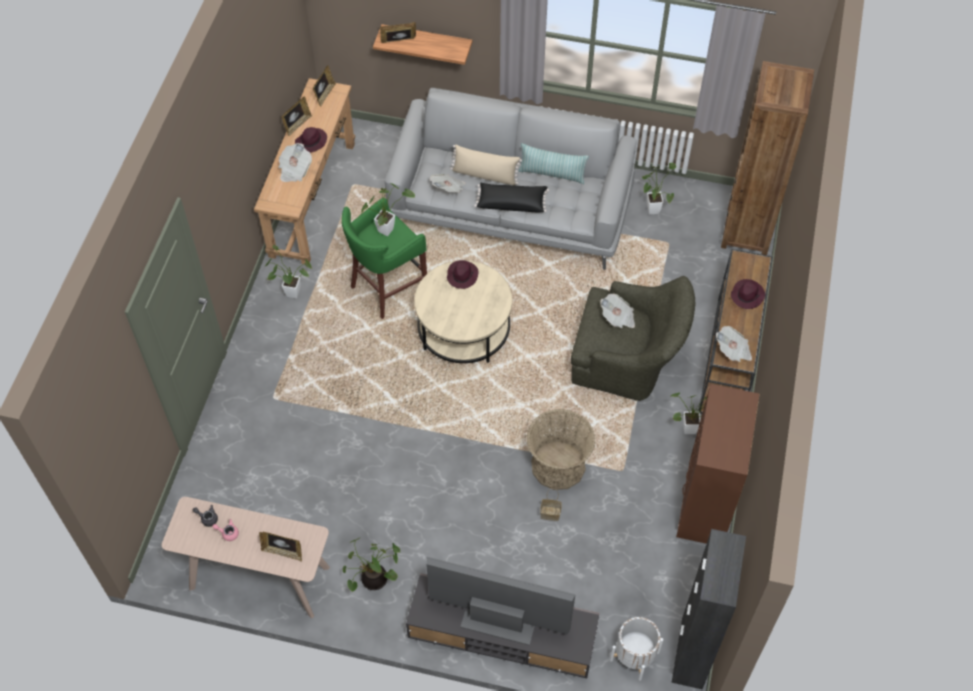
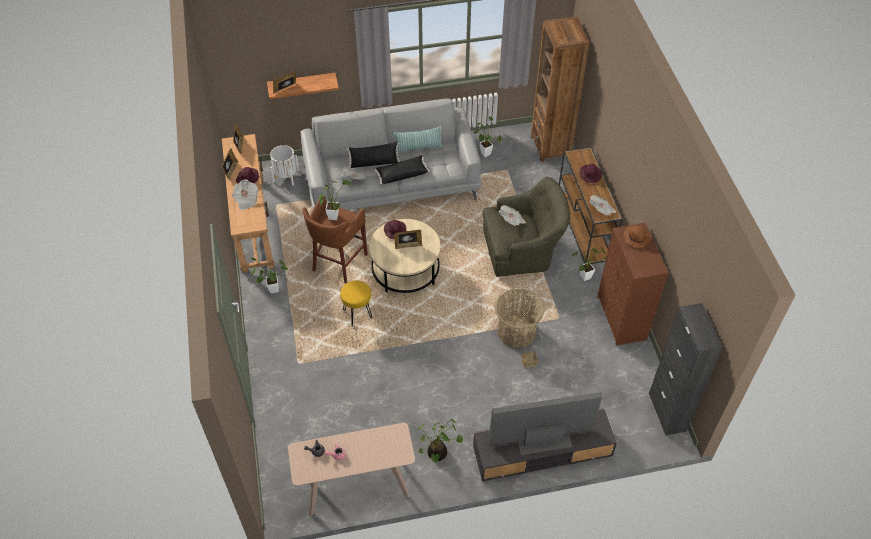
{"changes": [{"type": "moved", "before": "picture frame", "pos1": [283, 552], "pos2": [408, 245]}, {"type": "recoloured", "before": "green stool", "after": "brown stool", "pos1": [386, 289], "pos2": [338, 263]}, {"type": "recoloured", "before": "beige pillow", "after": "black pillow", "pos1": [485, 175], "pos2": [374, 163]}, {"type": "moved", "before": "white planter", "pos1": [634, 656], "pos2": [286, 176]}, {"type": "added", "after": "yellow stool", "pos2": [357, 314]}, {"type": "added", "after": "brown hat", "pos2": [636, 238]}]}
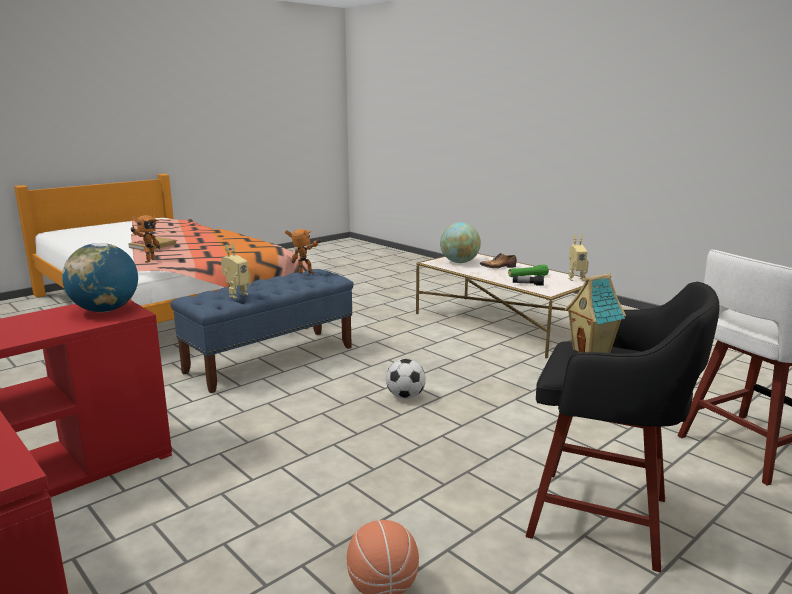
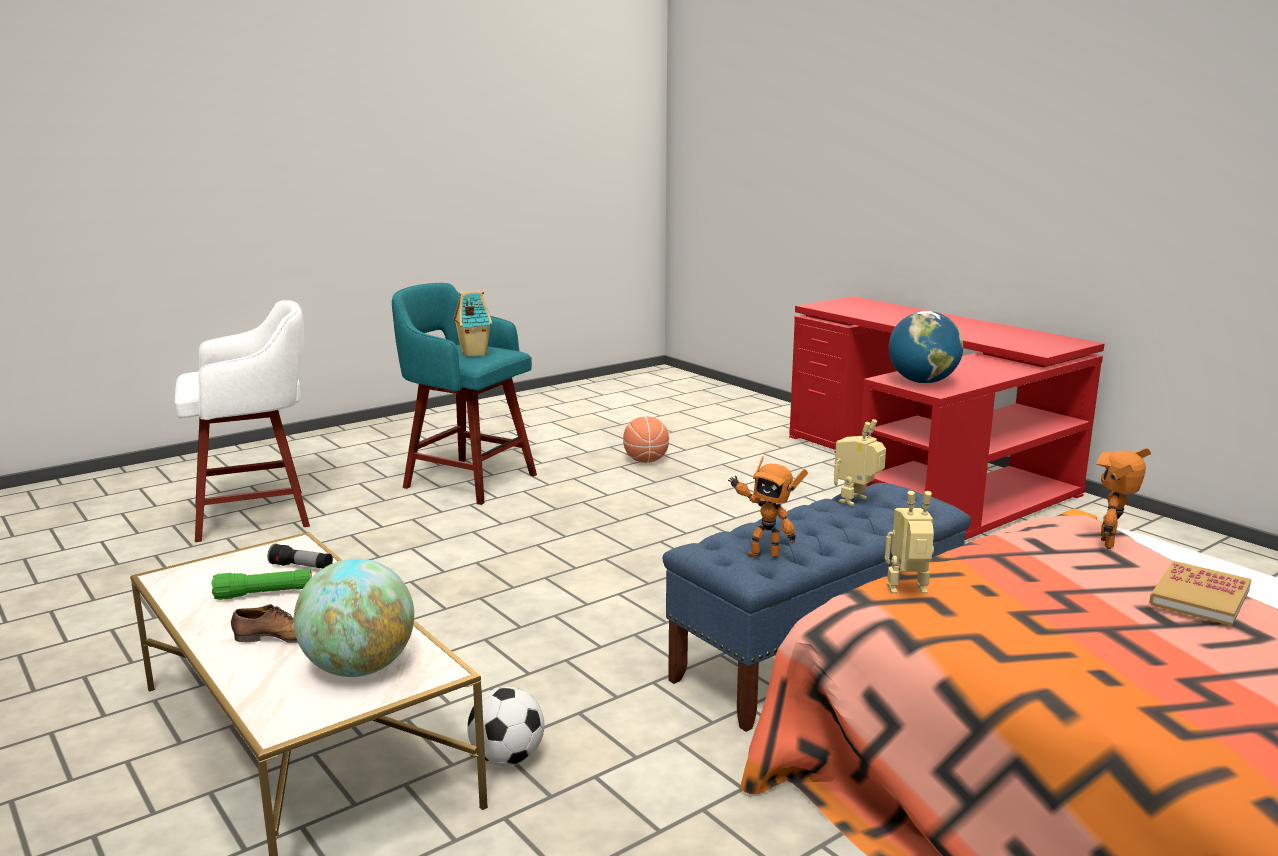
{"changes": [{"type": "moved", "before": "football", "pos1": [405, 396], "pos2": [507, 758]}, {"type": "recoloured", "before": "black stool", "after": "turquoise stool", "pos1": [604, 519], "pos2": [467, 480]}, {"type": "moved", "before": "toy robot", "pos1": [575, 278], "pos2": [908, 592]}]}
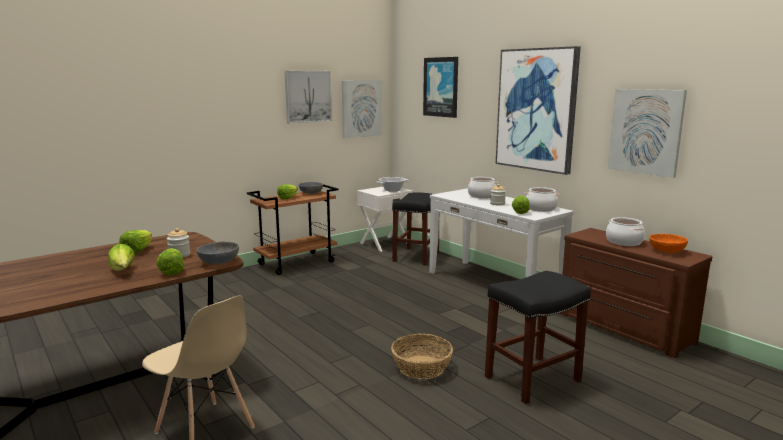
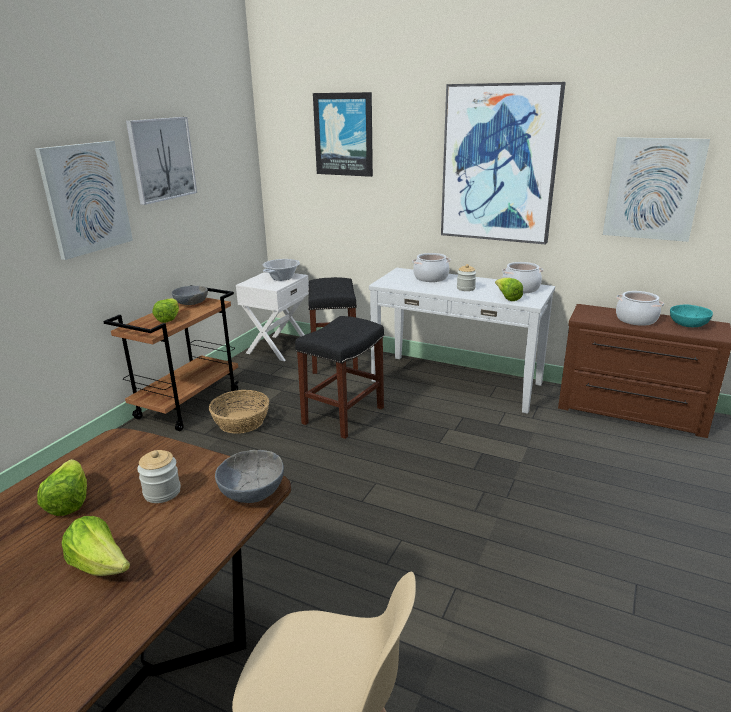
{"changes": [{"type": "removed", "before": "lettuce", "pos1": [171, 271]}, {"type": "moved", "before": "picture", "pos1": [361, 108], "pos2": [86, 198]}, {"type": "moved", "before": "basket", "pos1": [422, 367], "pos2": [241, 422]}, {"type": "moved", "before": "black stool", "pos1": [533, 378], "pos2": [343, 415]}, {"type": "recoloured", "before": "orange bowl", "after": "turquoise bowl", "pos1": [666, 251], "pos2": [687, 325]}]}
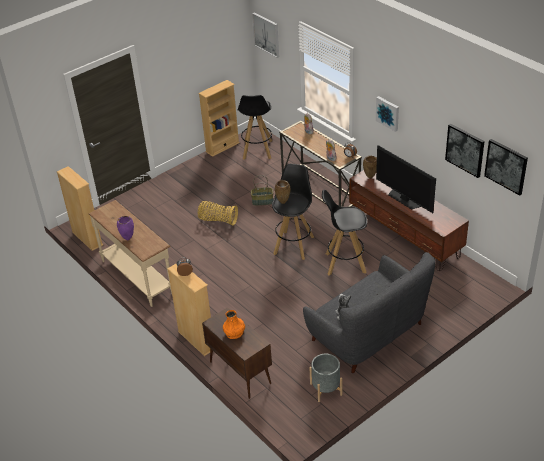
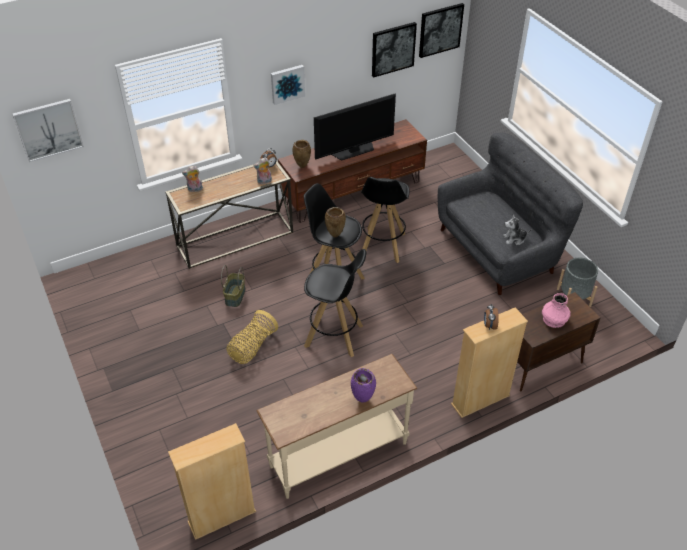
{"changes": [{"type": "removed", "before": "beige bookcase", "pos1": [222, 147]}, {"type": "recoloured", "before": "orange vase", "after": "pink vase", "pos1": [234, 332], "pos2": [554, 319]}, {"type": "moved", "before": "black stool", "pos1": [257, 150], "pos2": [335, 336]}]}
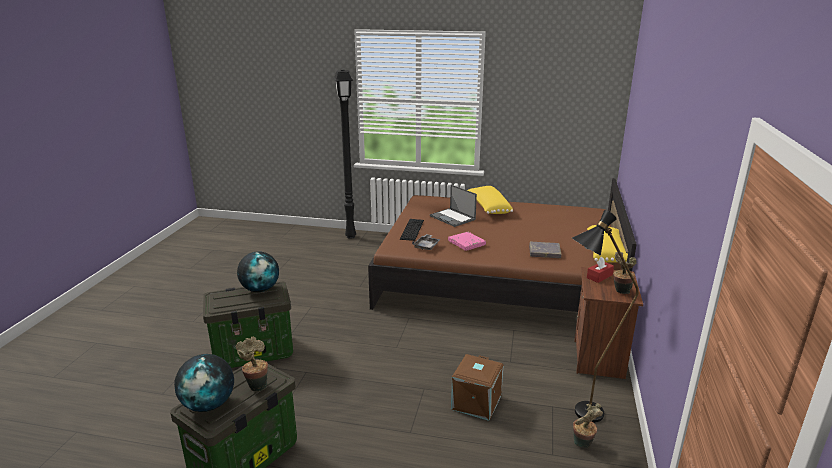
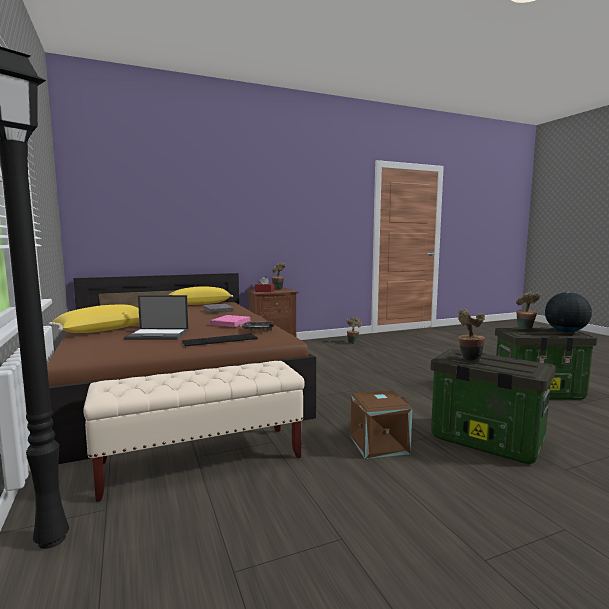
{"changes": [{"type": "replaced", "before": "globe", "after": "potted plant", "pos1": [260, 289], "pos2": [469, 360]}, {"type": "turned", "before": "laptop", "pos1": [453, 218], "pos2": [158, 335], "turn": 75}, {"type": "moved", "before": "brown storage box", "pos1": [477, 403], "pos2": [379, 444]}, {"type": "removed", "before": "black floor lamp", "pos1": [580, 416]}, {"type": "added", "after": "beige bench", "pos2": [202, 460]}]}
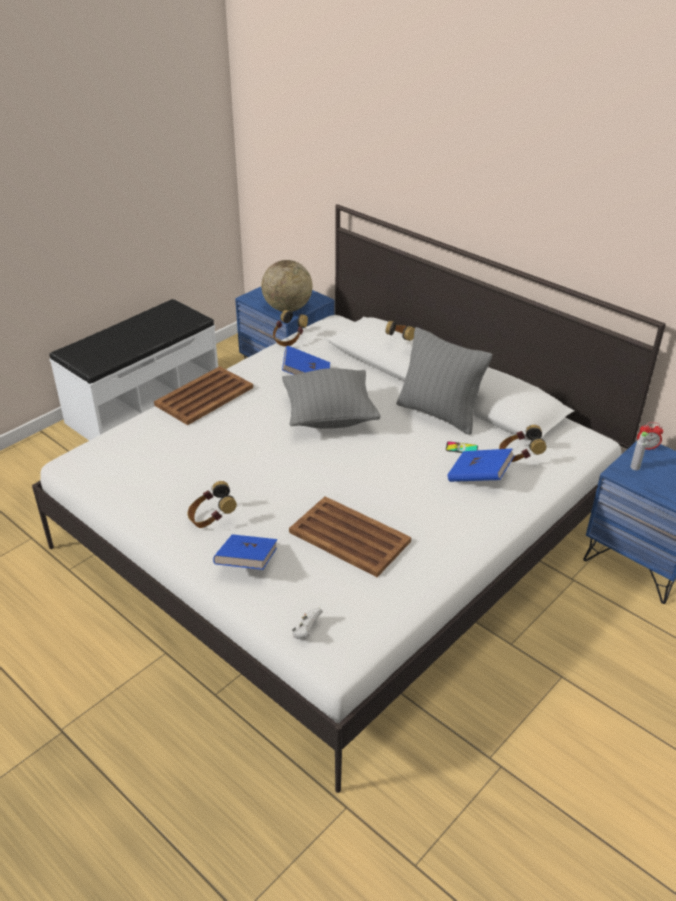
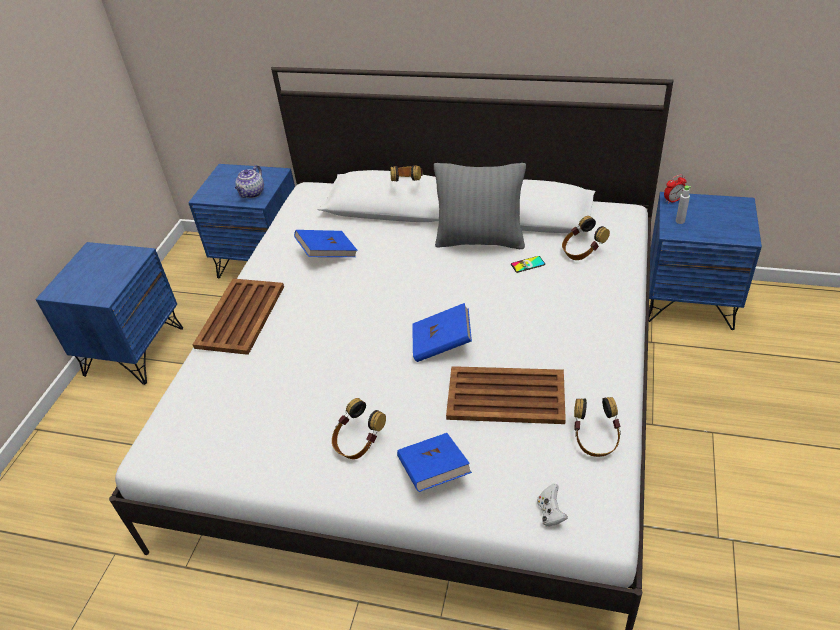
{"changes": [{"type": "replaced", "before": "white bench", "after": "blue nightstand", "pos1": [143, 404], "pos2": [134, 351]}, {"type": "replaced", "before": "globe", "after": "teapot", "pos1": [287, 308], "pos2": [252, 193]}, {"type": "moved", "before": "headphones", "pos1": [289, 340], "pos2": [595, 440]}, {"type": "removed", "before": "grey pillow", "pos1": [329, 417]}, {"type": "moved", "before": "blue book", "pos1": [479, 477], "pos2": [442, 344]}]}
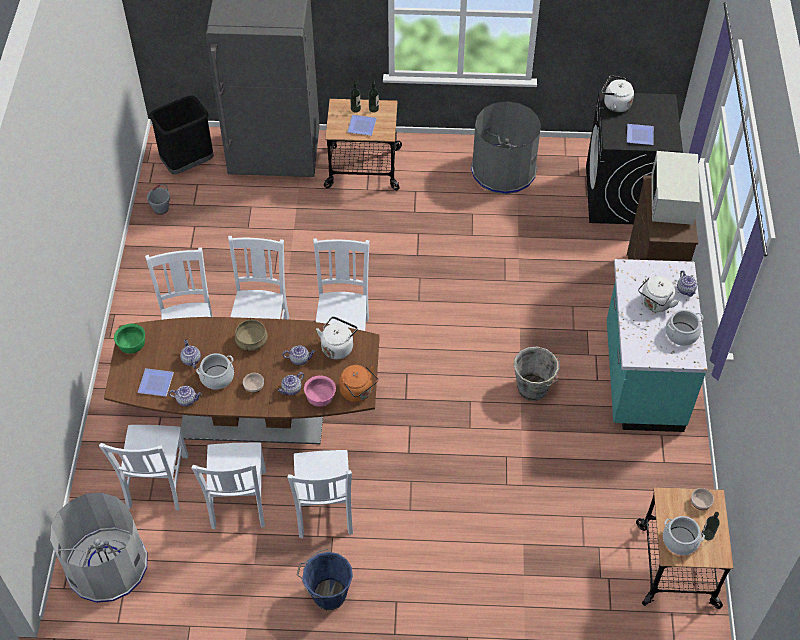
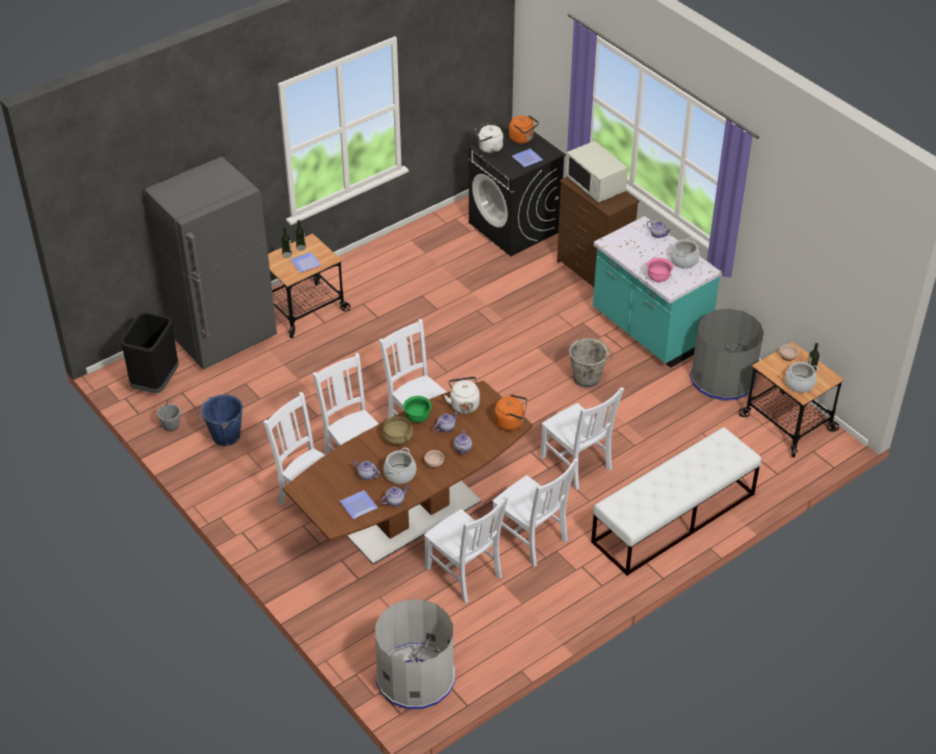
{"changes": [{"type": "moved", "before": "white chair", "pos1": [157, 483], "pos2": [577, 464]}, {"type": "moved", "before": "green bowl", "pos1": [132, 346], "pos2": [417, 418]}, {"type": "moved", "before": "blue bucket", "pos1": [328, 594], "pos2": [225, 436]}, {"type": "moved", "before": "pink bowl", "pos1": [320, 399], "pos2": [658, 278]}, {"type": "moved", "before": "grey trash can", "pos1": [503, 170], "pos2": [723, 378]}, {"type": "removed", "before": "white kettle", "pos1": [655, 304]}, {"type": "added", "after": "orange kettle", "pos2": [523, 139]}, {"type": "added", "after": "white bench", "pos2": [673, 518]}]}
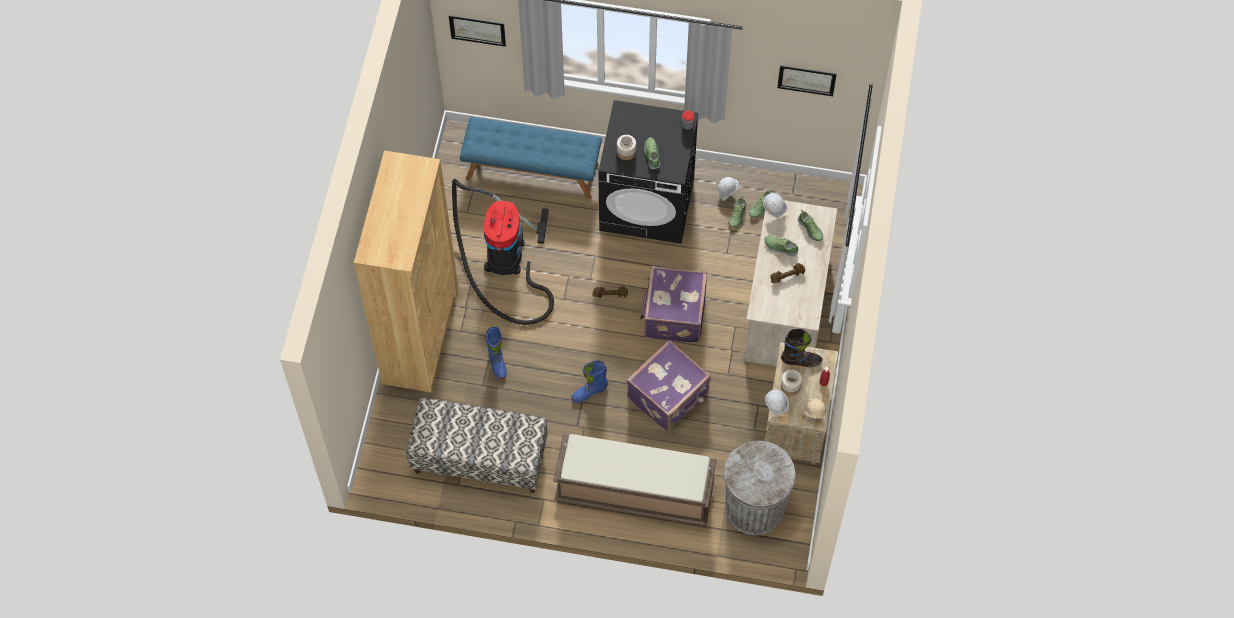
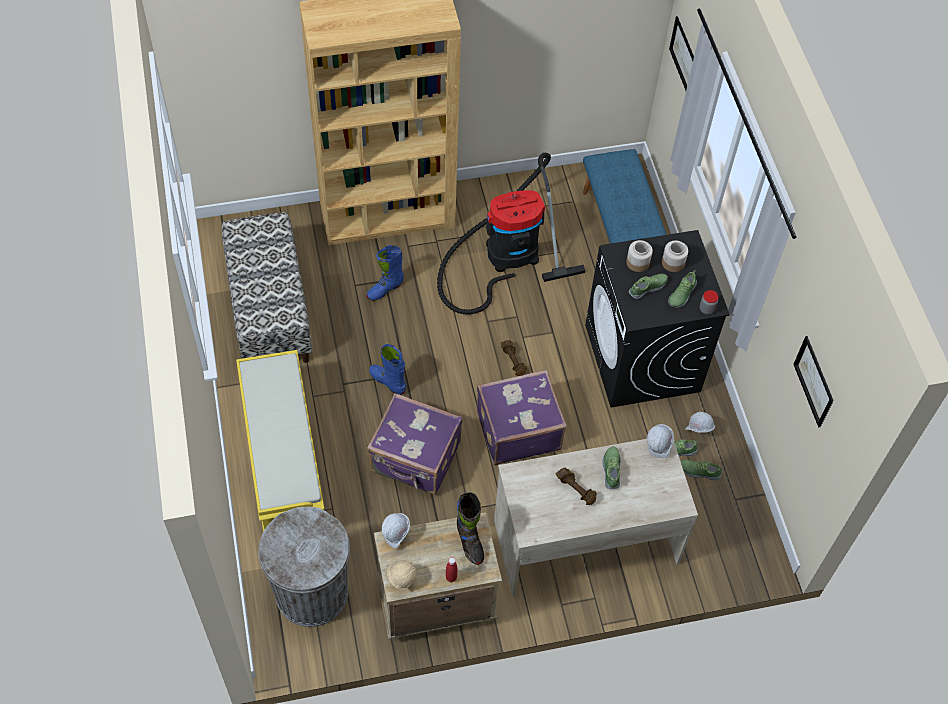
{"changes": [{"type": "recoloured", "before": "brown bench", "after": "yellow bench", "pos1": [633, 493], "pos2": [283, 464]}, {"type": "moved", "before": "jar", "pos1": [790, 386], "pos2": [673, 263]}, {"type": "moved", "before": "shoe", "pos1": [810, 229], "pos2": [681, 294]}]}
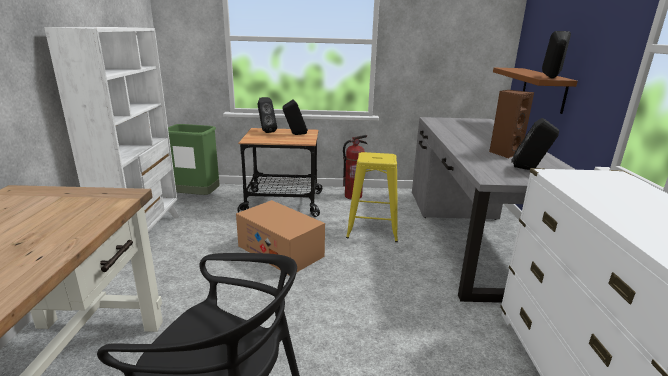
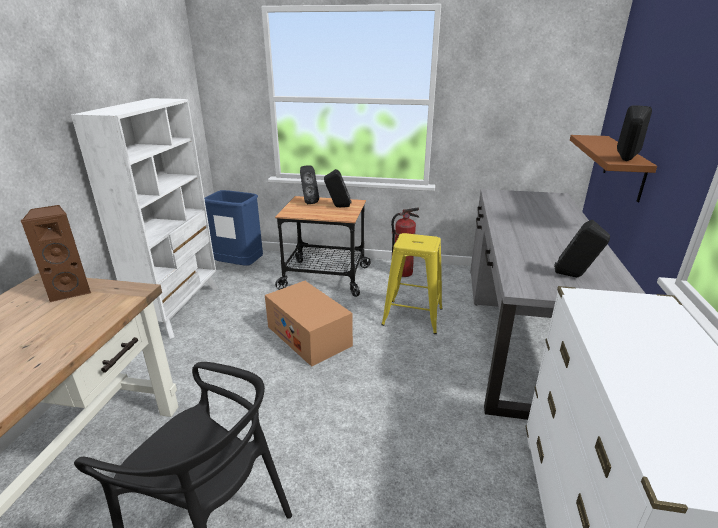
{"changes": [{"type": "recoloured", "before": "green trash can", "after": "blue trash can", "pos1": [196, 198], "pos2": [239, 267]}, {"type": "moved", "before": "brown speaker", "pos1": [504, 153], "pos2": [71, 291]}]}
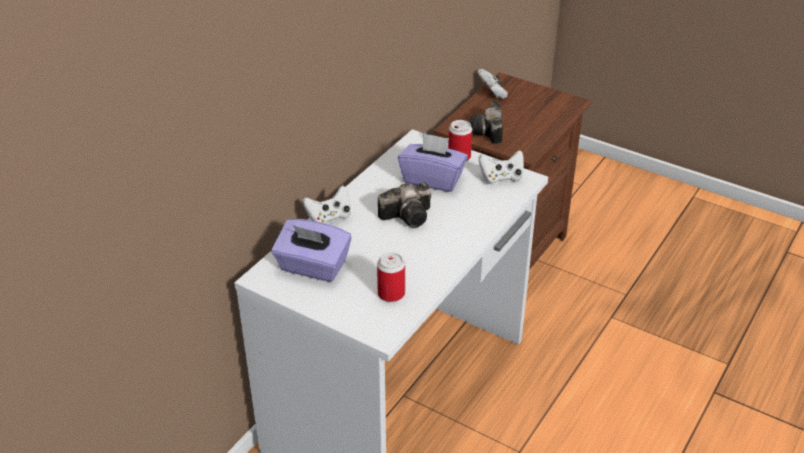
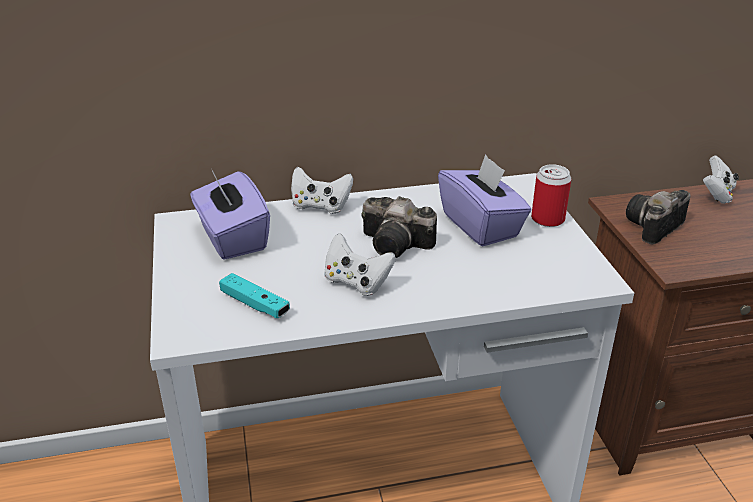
{"changes": [{"type": "replaced", "before": "can", "after": "turquoise game controller", "pos1": [391, 293], "pos2": [254, 304]}, {"type": "moved", "before": "white game controller", "pos1": [501, 178], "pos2": [356, 282]}]}
